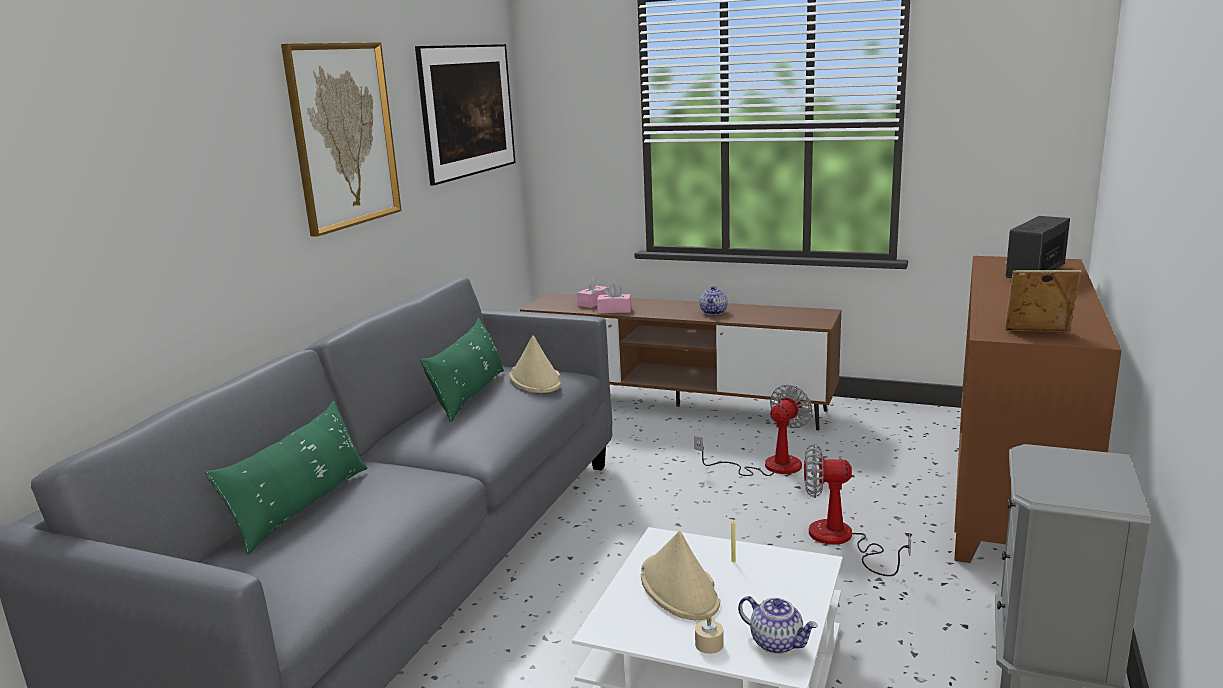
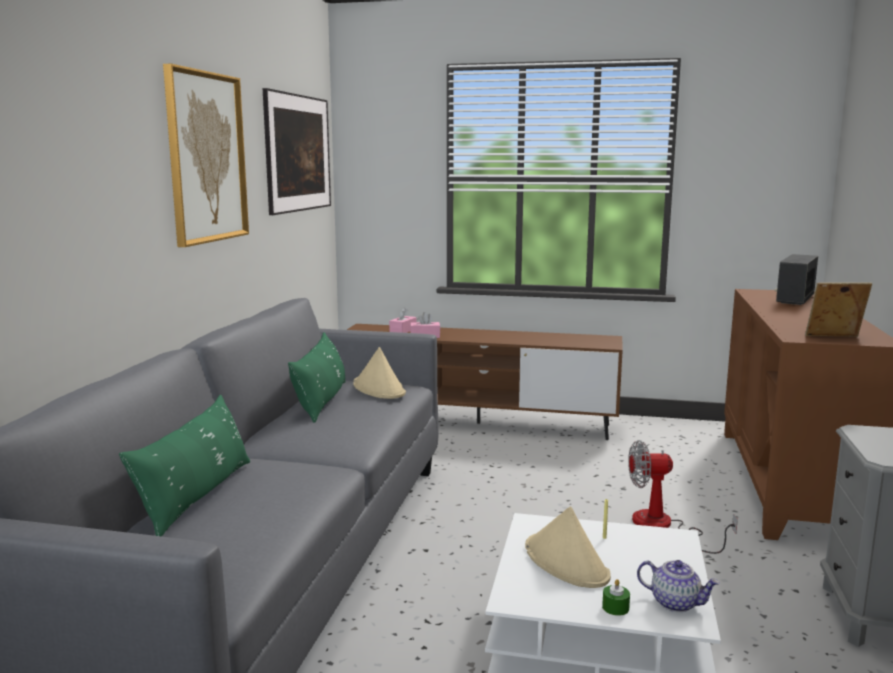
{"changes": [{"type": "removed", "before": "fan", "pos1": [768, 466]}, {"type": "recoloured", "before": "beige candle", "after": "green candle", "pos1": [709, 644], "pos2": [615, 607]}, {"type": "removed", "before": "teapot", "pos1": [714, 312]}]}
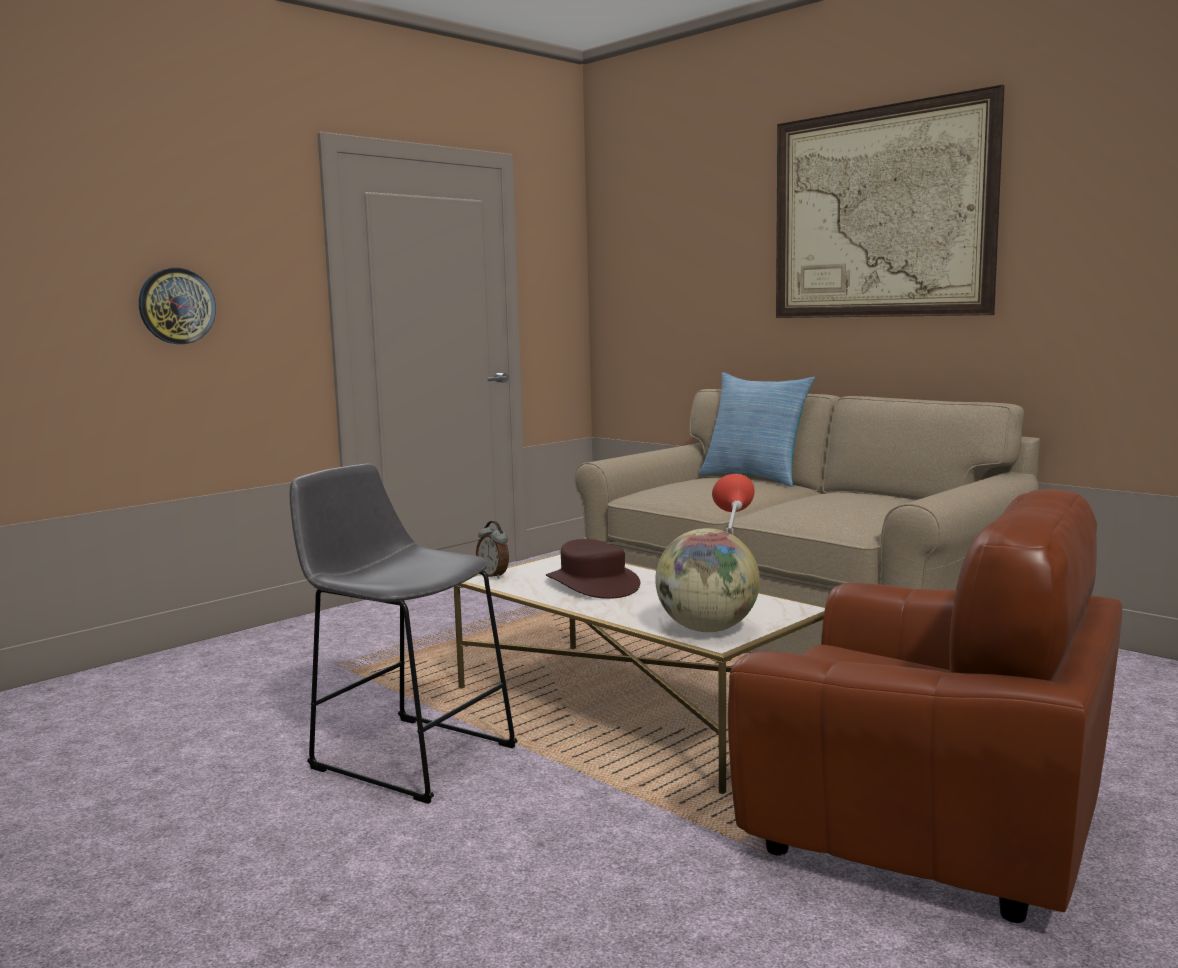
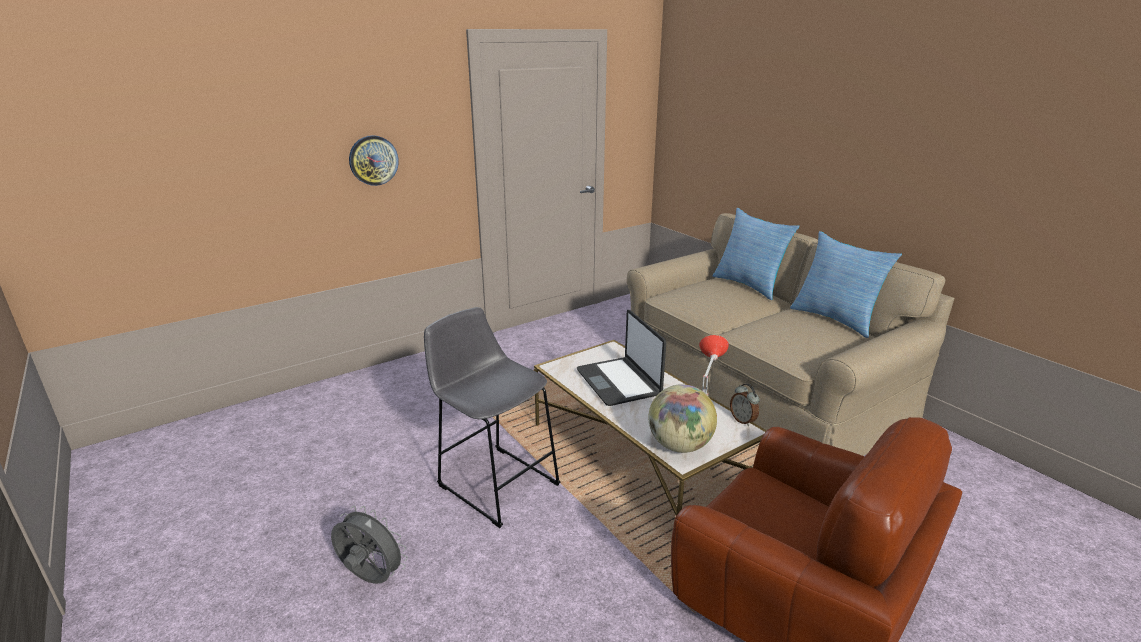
{"changes": [{"type": "moved", "before": "alarm clock", "pos1": [494, 576], "pos2": [743, 420]}, {"type": "replaced", "before": "brown hat", "after": "laptop", "pos1": [593, 584], "pos2": [619, 382]}, {"type": "removed", "before": "picture", "pos1": [880, 213]}, {"type": "added", "after": "grey fan", "pos2": [370, 578]}, {"type": "added", "after": "pillow", "pos2": [835, 319]}]}
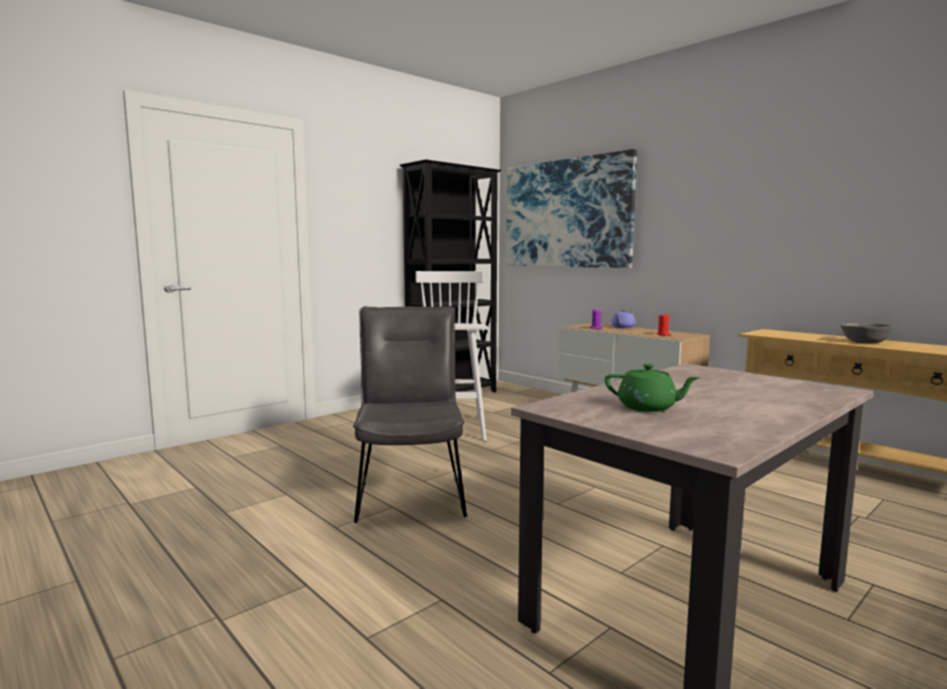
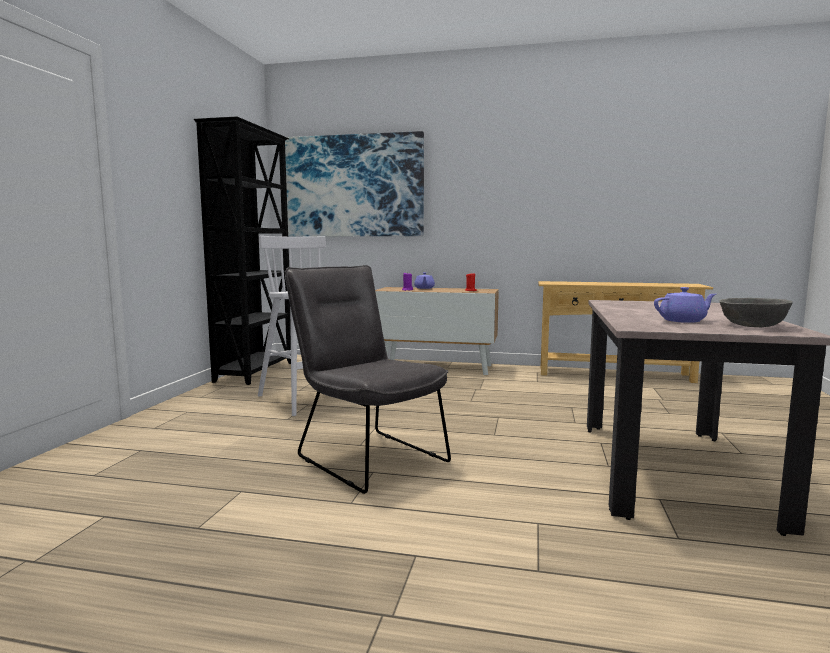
{"changes": [{"type": "recoloured", "before": "green teapot", "after": "purple teapot", "pos1": [648, 407], "pos2": [683, 321]}, {"type": "moved", "before": "grey bowl", "pos1": [864, 342], "pos2": [752, 325]}]}
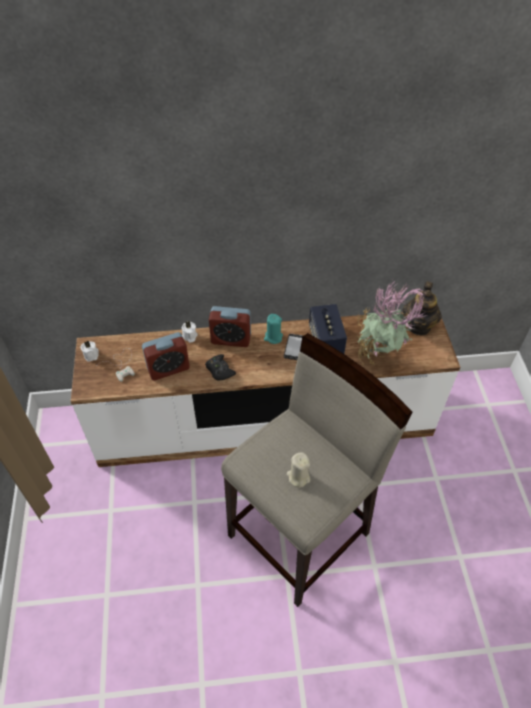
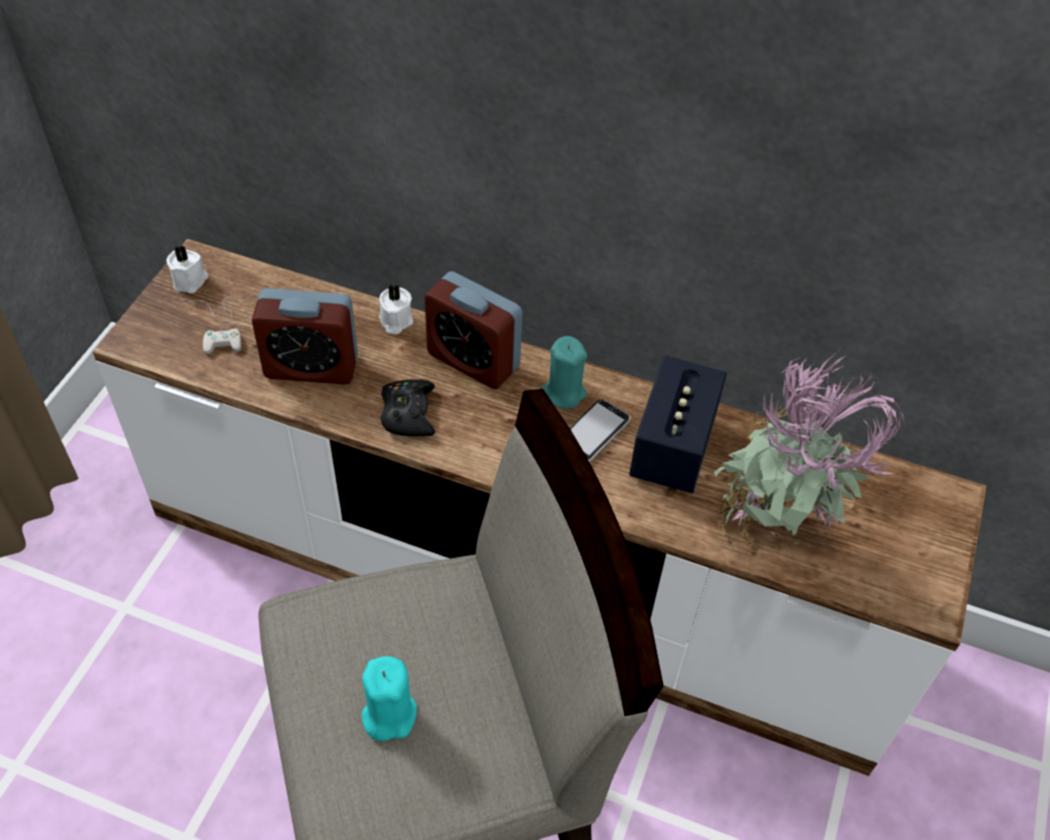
{"changes": [{"type": "recoloured", "before": "beige candle", "after": "turquoise candle", "pos1": [298, 477], "pos2": [389, 714]}, {"type": "removed", "before": "teapot", "pos1": [418, 325]}]}
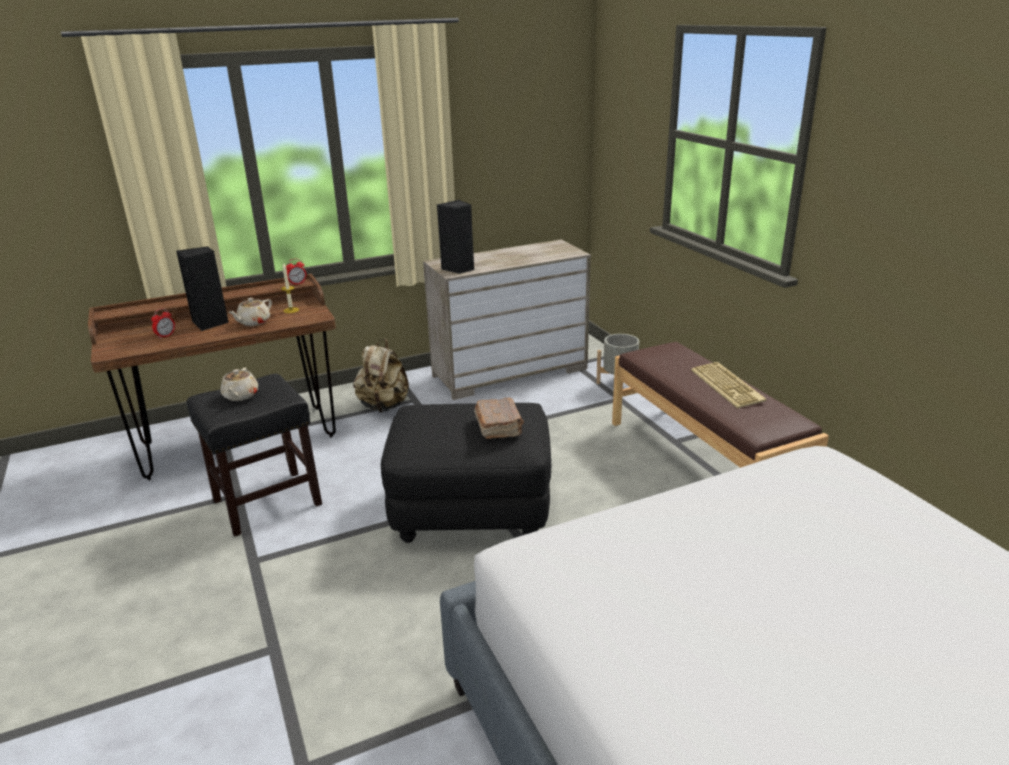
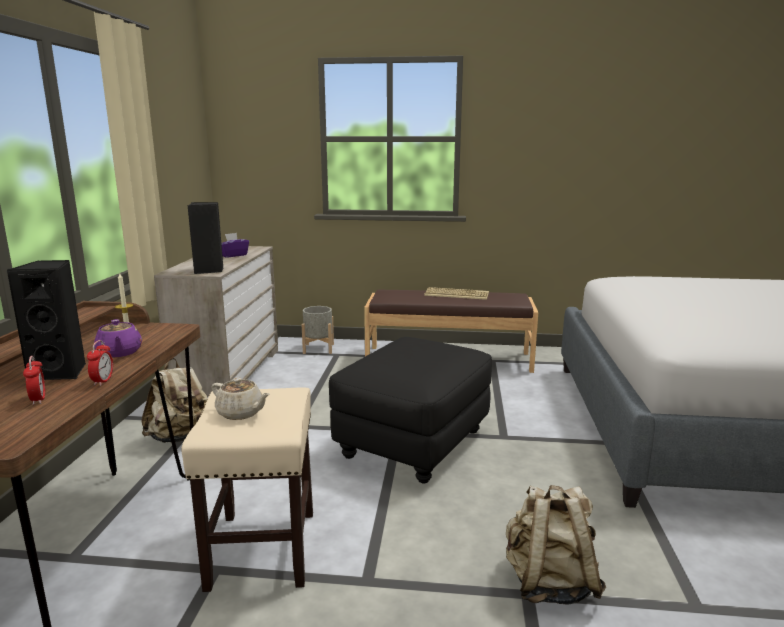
{"changes": [{"type": "recoloured", "before": "black stool", "after": "beige stool", "pos1": [266, 503], "pos2": [262, 550]}, {"type": "recoloured", "before": "beige teapot", "after": "purple teapot", "pos1": [253, 322], "pos2": [119, 353]}, {"type": "moved", "before": "alarm clock", "pos1": [297, 283], "pos2": [103, 381]}, {"type": "removed", "before": "brown book", "pos1": [499, 427]}, {"type": "added", "after": "purple tissue box", "pos2": [233, 255]}, {"type": "added", "after": "beige backpack", "pos2": [549, 583]}]}
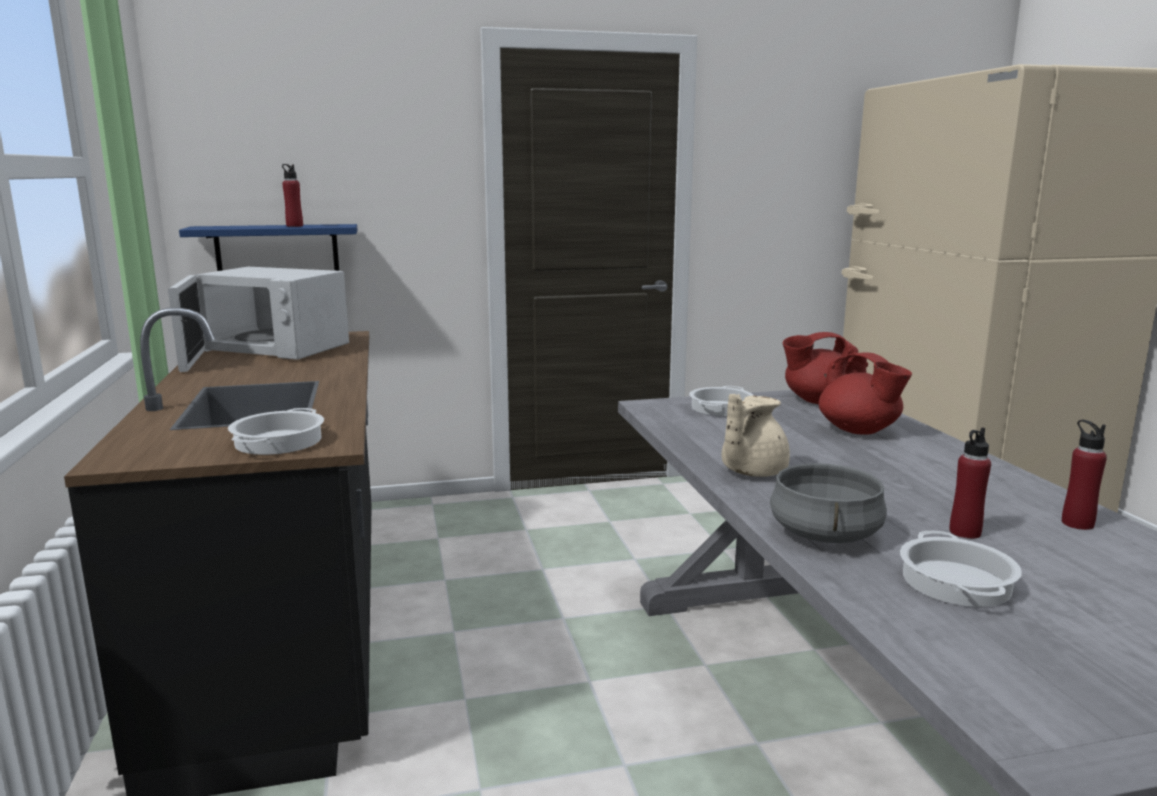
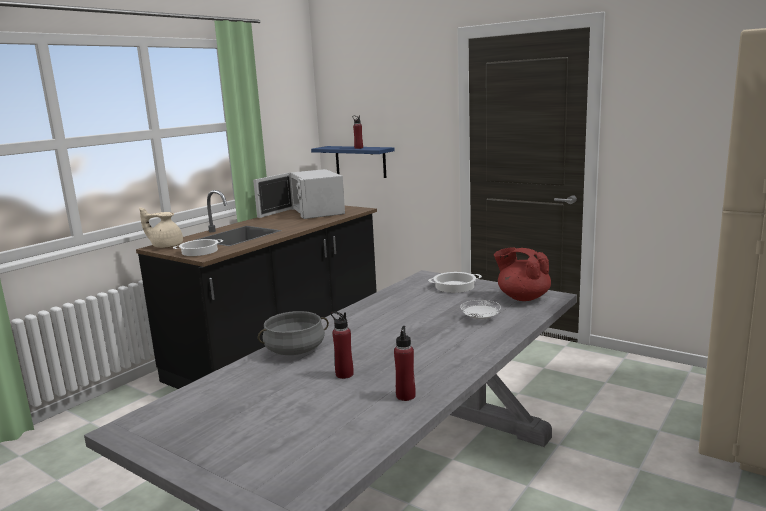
{"changes": [{"type": "moved", "before": "beige teapot", "pos1": [751, 472], "pos2": [166, 246]}, {"type": "replaced", "before": "red teapot", "after": "white plate", "pos1": [859, 431], "pos2": [480, 319]}, {"type": "removed", "before": "cooking pot", "pos1": [957, 582]}]}
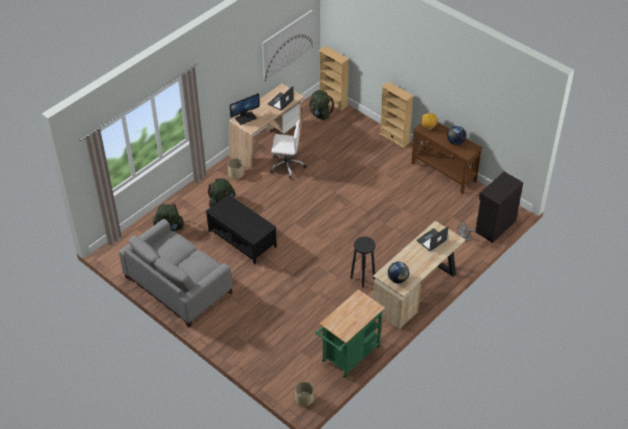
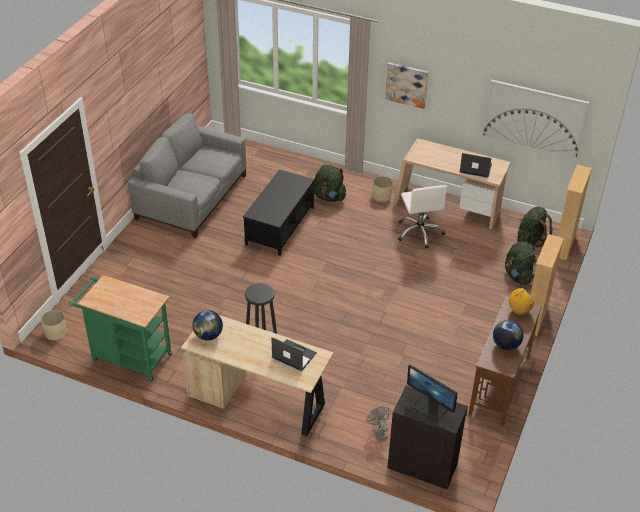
{"changes": [{"type": "moved", "before": "green backpack", "pos1": [169, 228], "pos2": [518, 276]}, {"type": "moved", "before": "monitor", "pos1": [245, 117], "pos2": [429, 407]}, {"type": "added", "after": "picture", "pos2": [407, 84]}]}
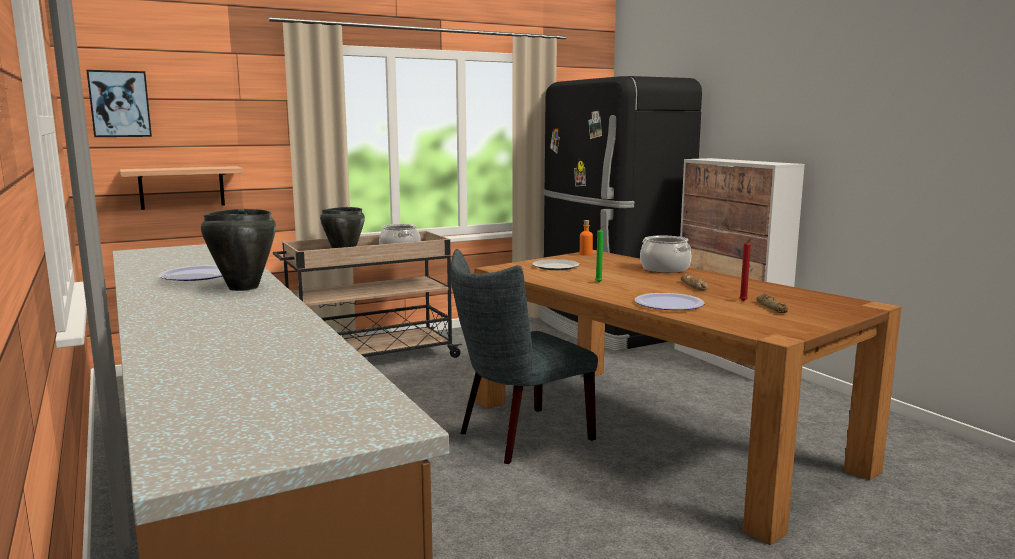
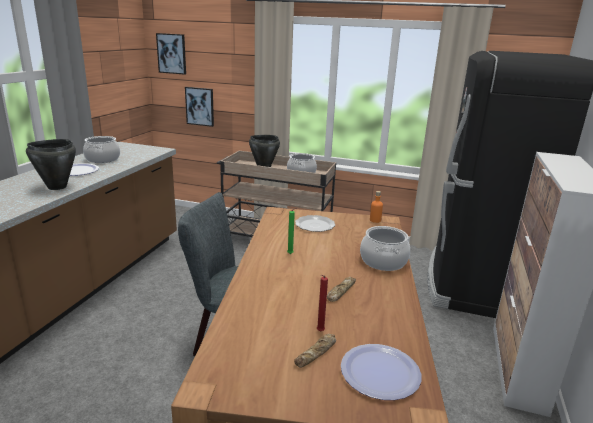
{"changes": [{"type": "replaced", "before": "shelf", "after": "picture", "pos1": [182, 187], "pos2": [200, 106]}, {"type": "moved", "before": "plate", "pos1": [669, 304], "pos2": [380, 372]}, {"type": "added", "after": "cooking pot", "pos2": [103, 159]}]}
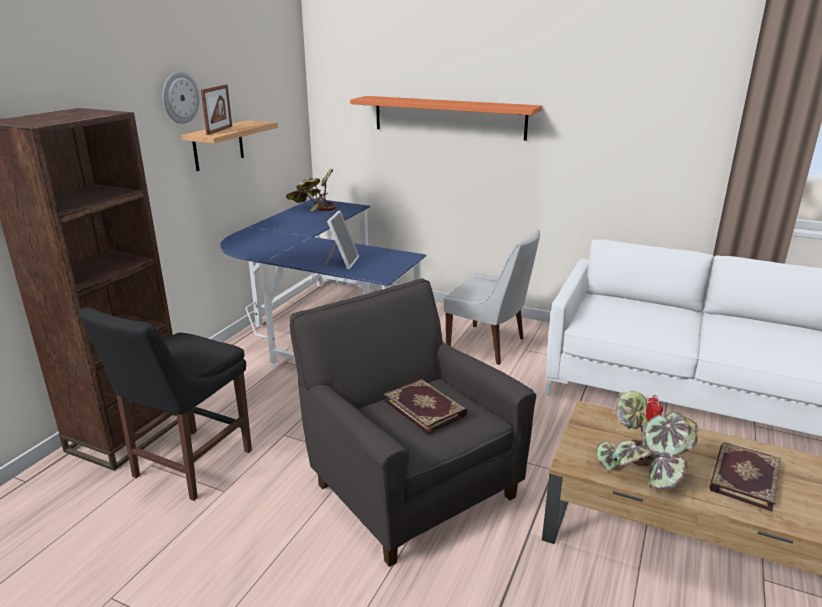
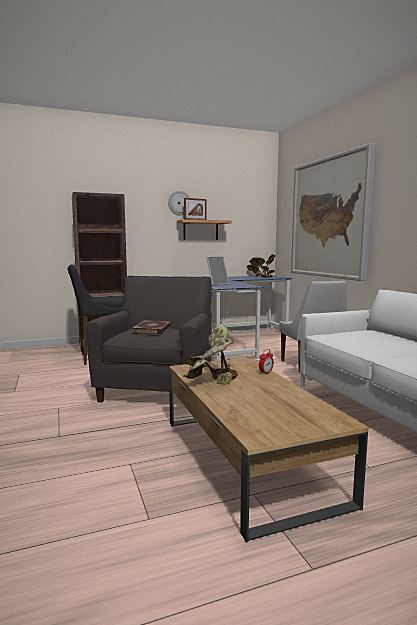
{"changes": [{"type": "replaced", "before": "orange shelf", "after": "picture", "pos1": [448, 117], "pos2": [329, 218]}, {"type": "removed", "before": "book", "pos1": [743, 477]}]}
